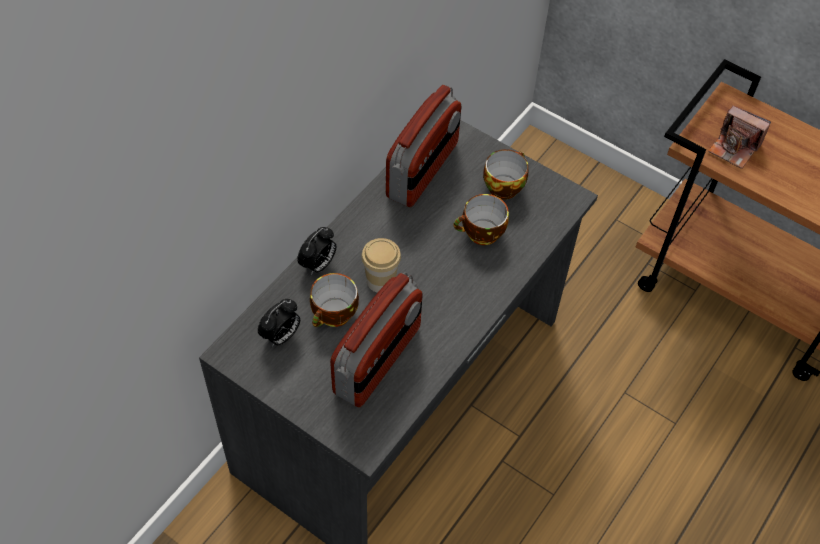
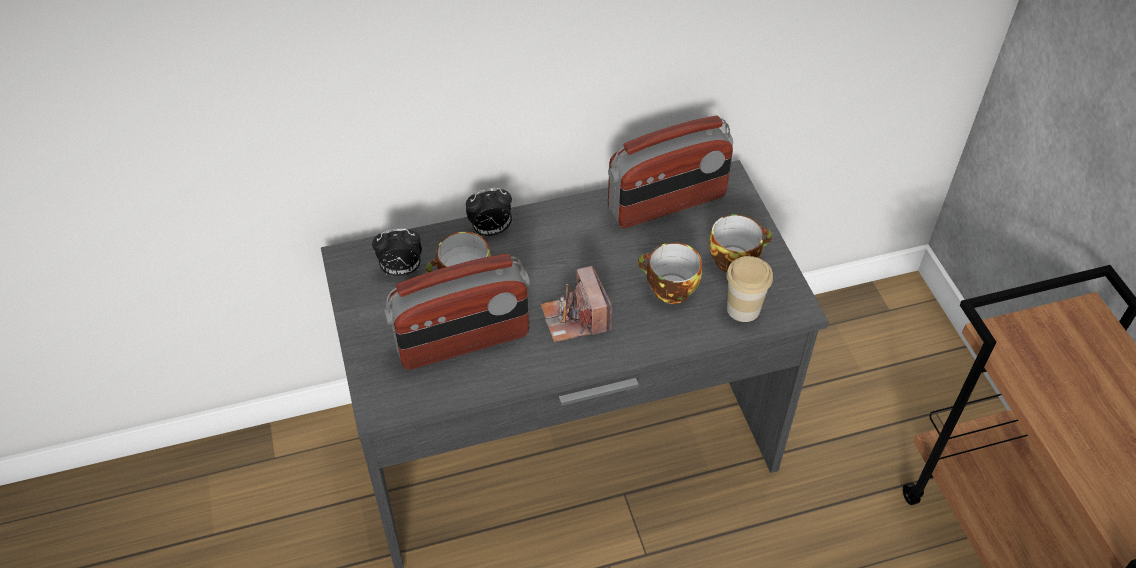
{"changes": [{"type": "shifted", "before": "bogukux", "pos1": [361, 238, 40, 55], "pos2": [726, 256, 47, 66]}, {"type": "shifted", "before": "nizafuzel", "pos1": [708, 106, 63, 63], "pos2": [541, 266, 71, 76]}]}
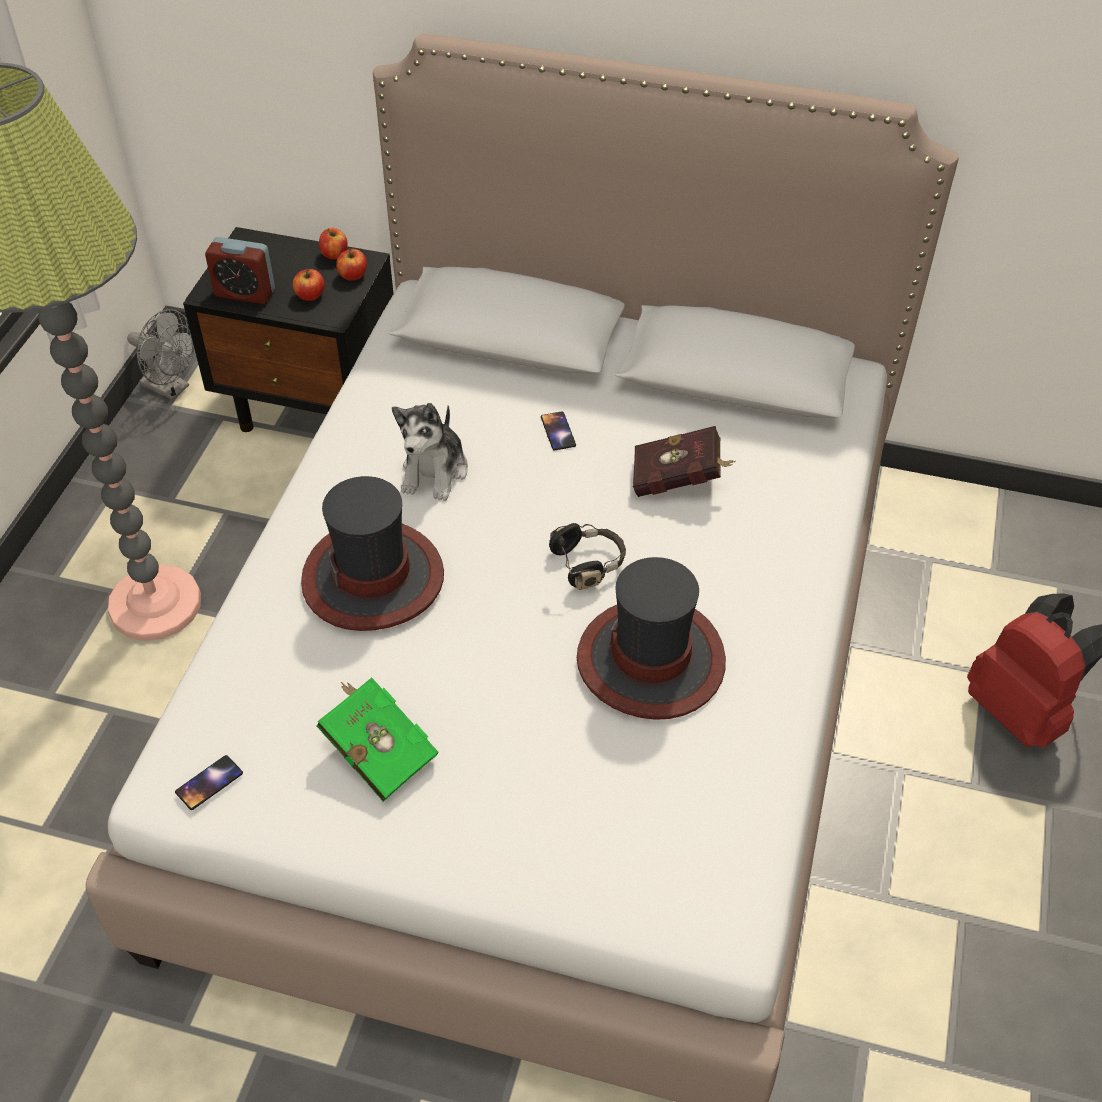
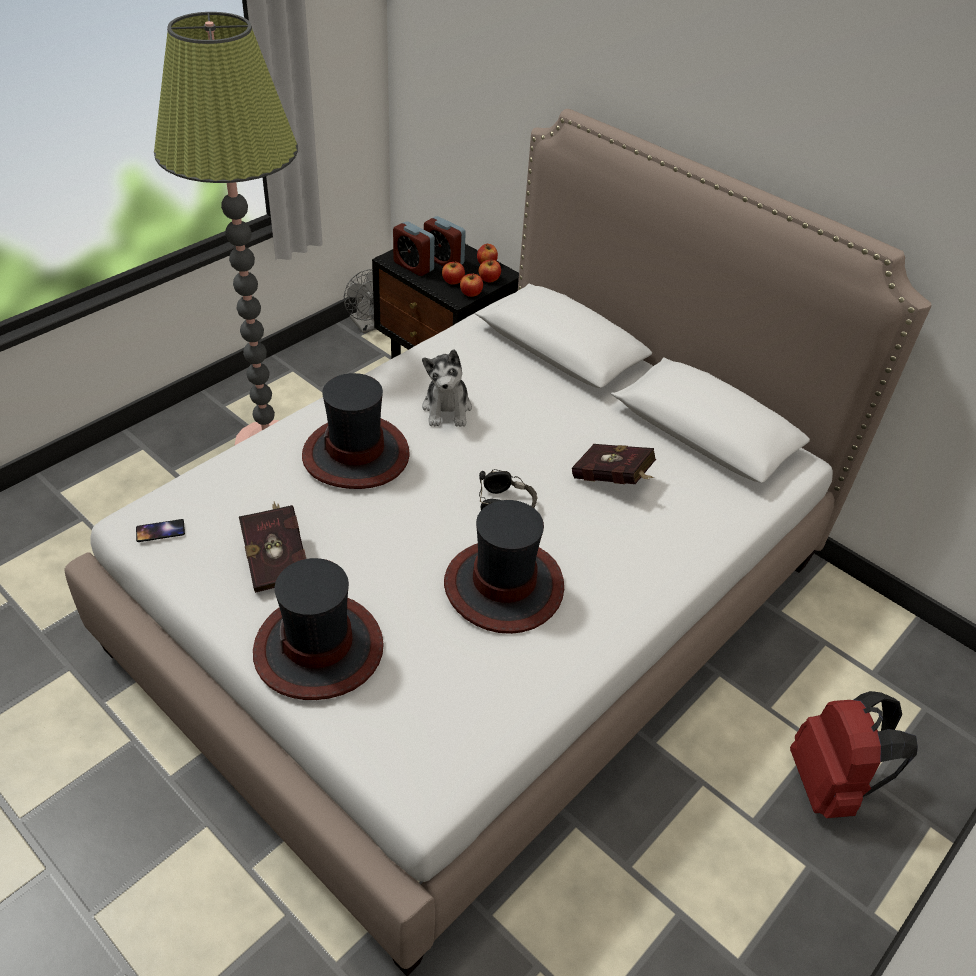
{"changes": [{"type": "repainted", "before": "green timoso", "after": "red timoso", "pos1": [317, 677, 122, 125], "pos2": [239, 501, 67, 92]}, {"type": "rotated", "before": "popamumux", "pos1": [392, 403, 76, 98], "pos2": [422, 349, 50, 78], "turn": -45}, {"type": "gone", "before": "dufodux", "pos1": [541, 411, 35, 40]}, {"type": "new", "after": "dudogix", "pos2": [253, 558, 131, 142]}, {"type": "new", "after": "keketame", "pos2": [424, 216, 42, 51]}, {"type": "new", "after": "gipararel", "pos2": [460, 273, 23, 24]}]}
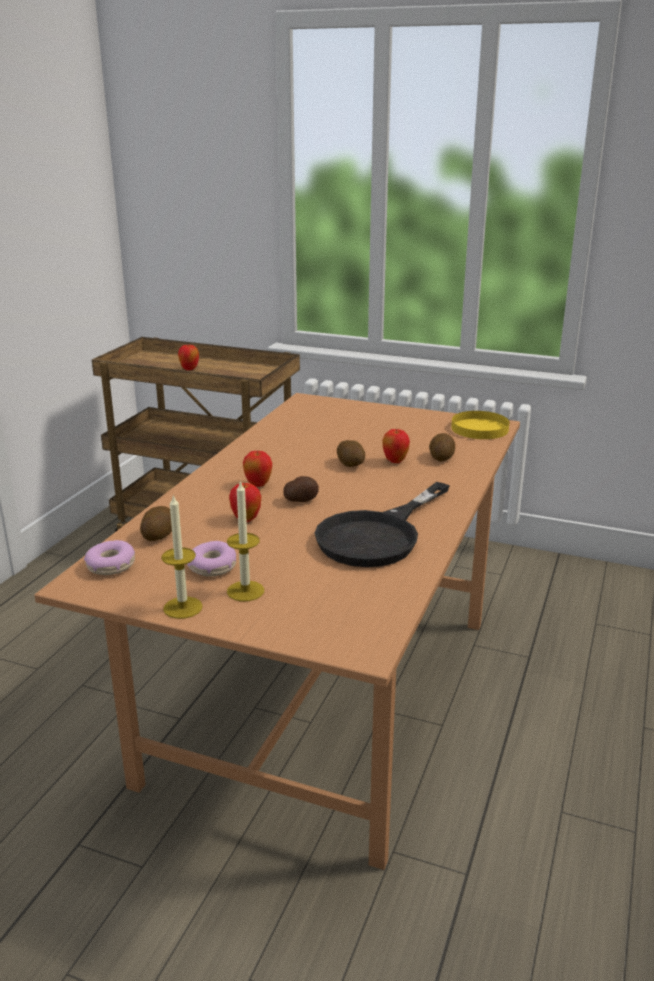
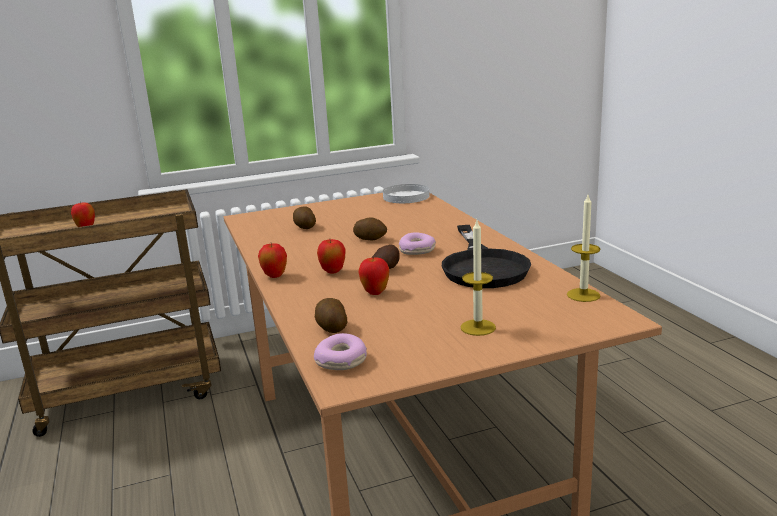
{"changes": [{"type": "shifted", "before": "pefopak", "pos1": [161, 494, 42, 125], "pos2": [567, 195, 33, 107]}, {"type": "shifted", "before": "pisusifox", "pos1": [187, 541, 49, 36], "pos2": [399, 232, 37, 23]}, {"type": "shifted", "before": "gipararel", "pos1": [382, 429, 28, 34], "pos2": [258, 243, 29, 35]}, {"type": "shifted", "before": "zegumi", "pos1": [429, 433, 26, 28], "pos2": [293, 206, 23, 23]}, {"type": "repainted", "before": "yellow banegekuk", "after": "white banegekuk", "pos1": [451, 411, 58, 28], "pos2": [383, 184, 46, 19]}]}
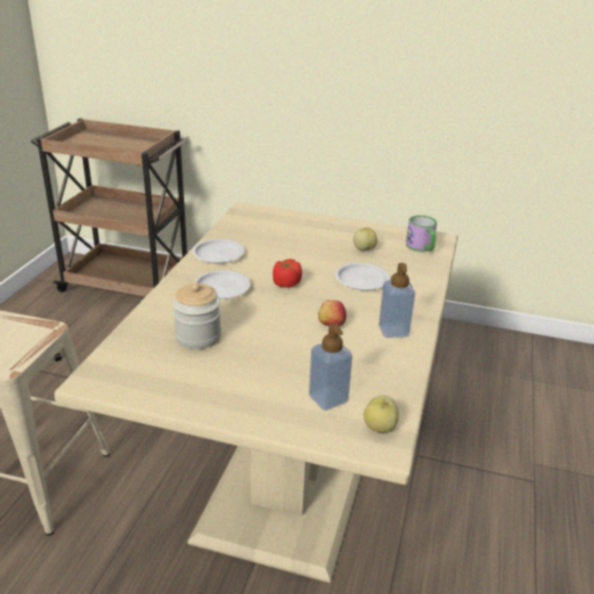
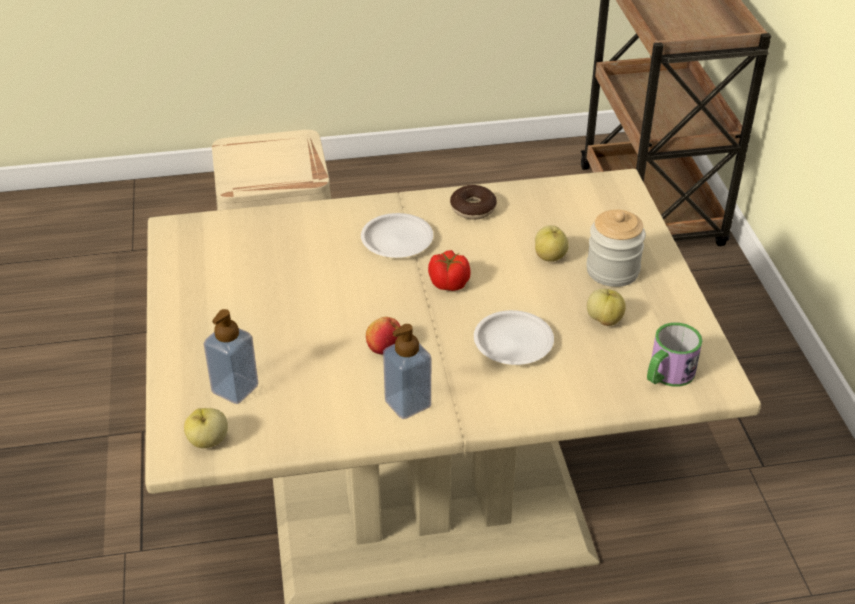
{"changes": [{"type": "shifted", "before": "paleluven", "pos1": [173, 282, 48, 67], "pos2": [586, 210, 60, 77]}, {"type": "swapped", "before": "white banegekuk", "after": "pisusifox", "pos1": [192, 239, 53, 25], "pos2": [450, 185, 47, 35]}, {"type": "new", "after": "gipararel", "pos2": [535, 225, 34, 37]}]}
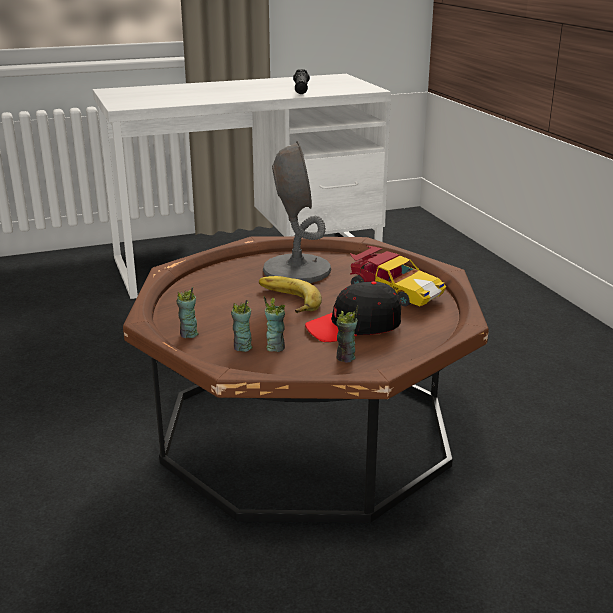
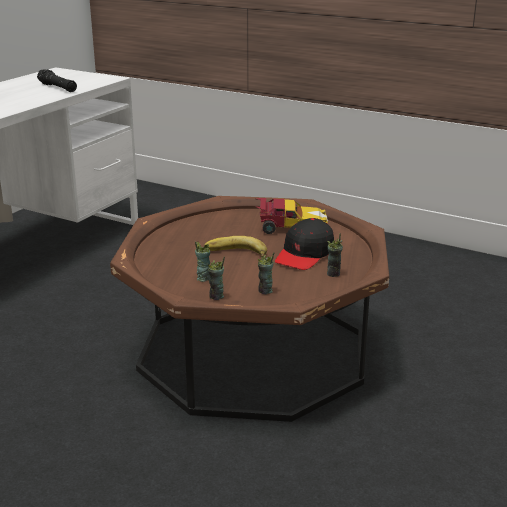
{"changes": [{"type": "gone", "before": "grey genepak", "pos1": [263, 141, 68, 142]}, {"type": "shifted", "before": "bogukux", "pos1": [263, 296, 22, 56], "pos2": [195, 242, 15, 40]}]}
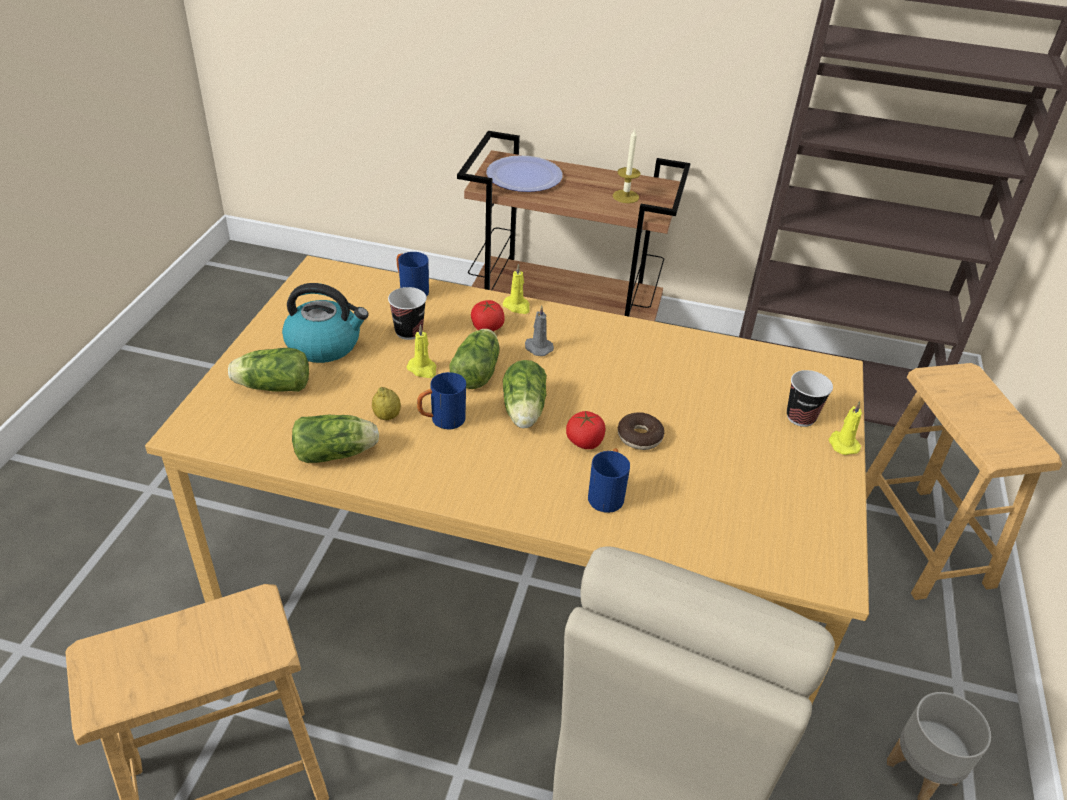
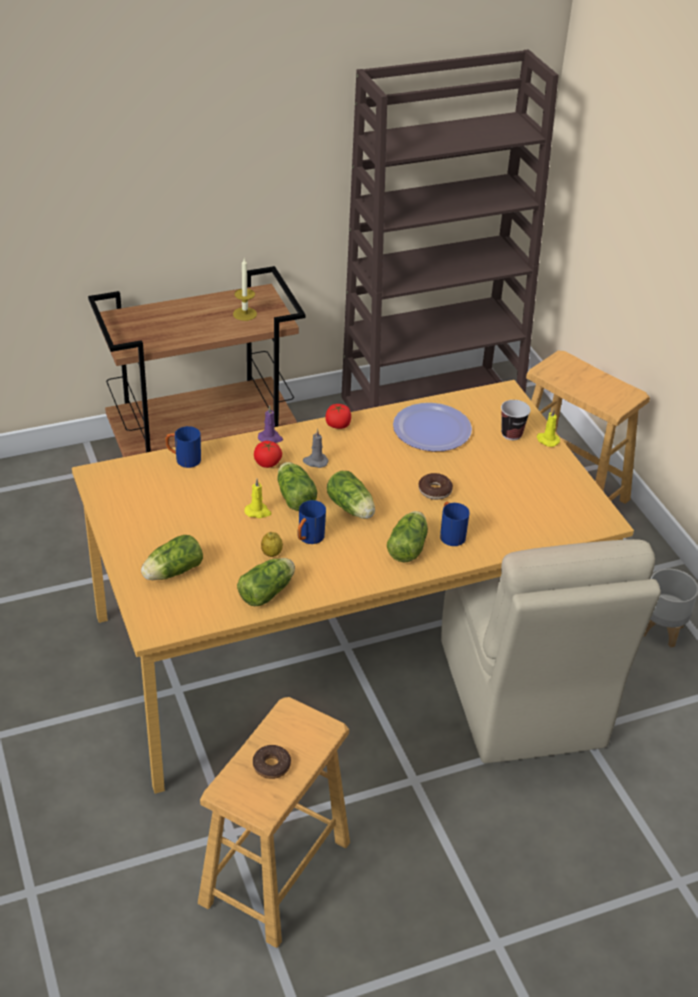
{"changes": [{"type": "gone", "before": "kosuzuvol", "pos1": [282, 283, 87, 80]}, {"type": "gone", "before": "bogukux", "pos1": [388, 287, 39, 53]}, {"type": "shifted", "before": "banegekuk", "pos1": [486, 155, 77, 37], "pos2": [393, 403, 79, 48]}, {"type": "repainted", "before": "yellow pefopak", "after": "purple pefopak", "pos1": [503, 264, 27, 50], "pos2": [258, 405, 25, 38]}, {"type": "shifted", "before": "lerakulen", "pos1": [566, 411, 39, 38], "pos2": [325, 404, 26, 25]}, {"type": "new", "after": "pisusifox", "pos2": [253, 745, 38, 34]}, {"type": "new", "after": "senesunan", "pos2": [387, 511, 41, 52]}]}
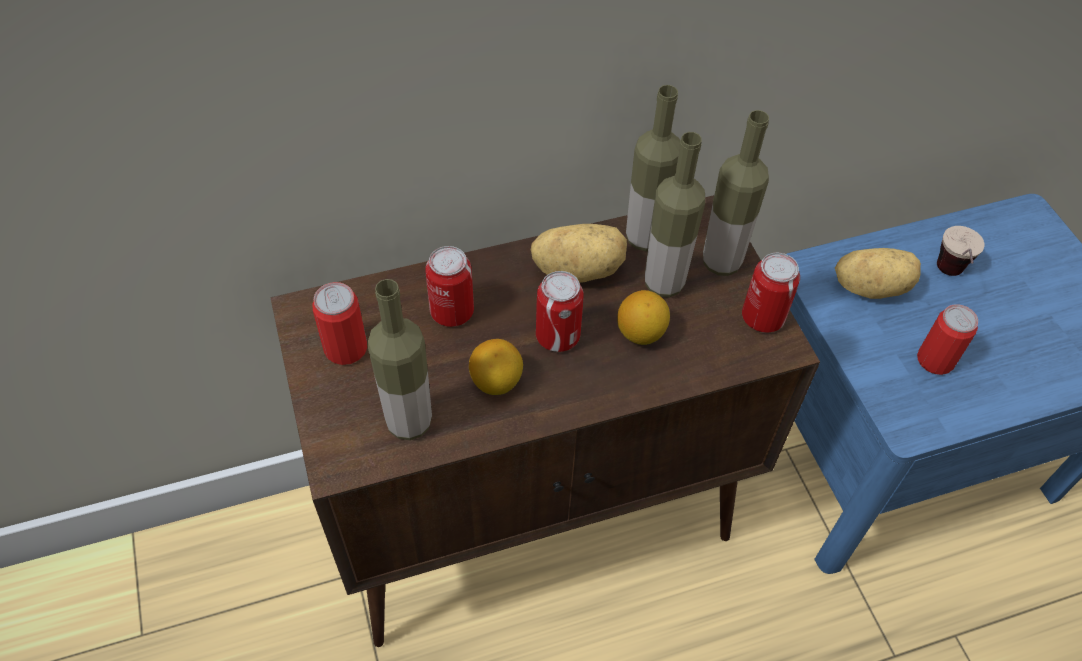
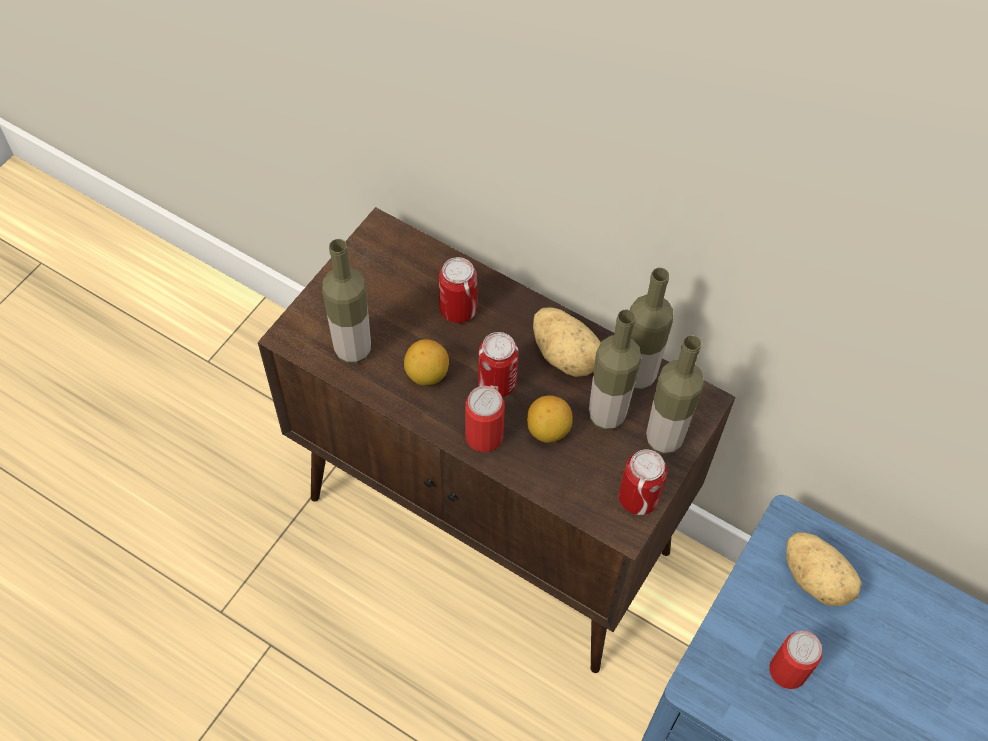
{"changes": [{"type": "shifted", "before": "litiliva", "pos1": [312, 282, 55, 83], "pos2": [465, 386, 40, 66]}, {"type": "gone", "before": "bogukux", "pos1": [937, 226, 48, 50]}]}
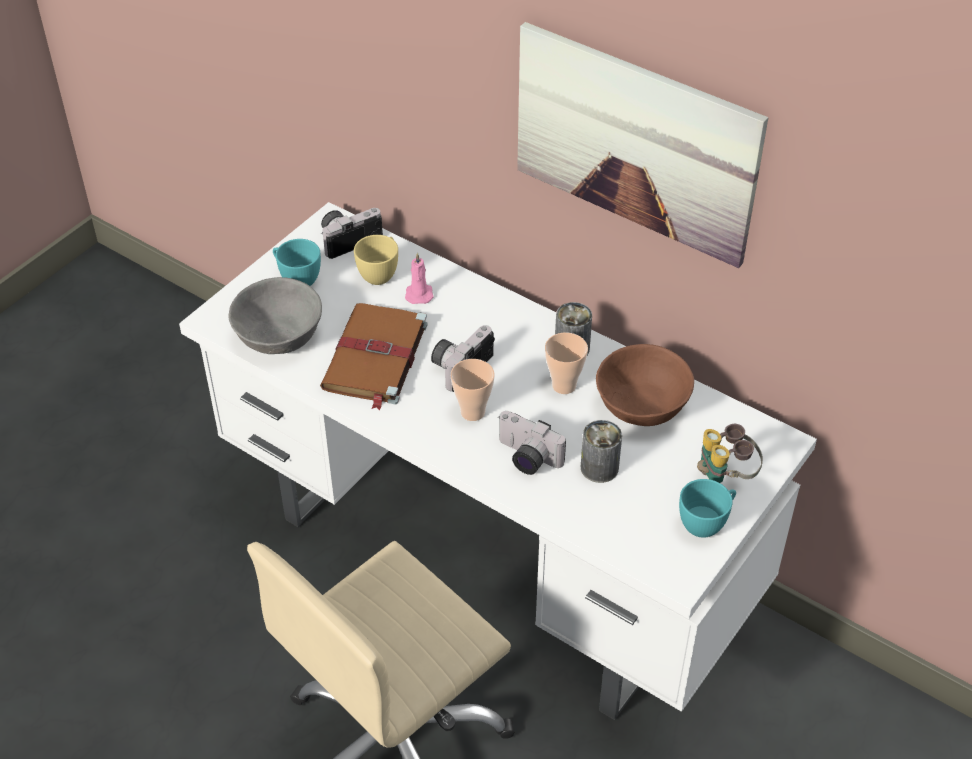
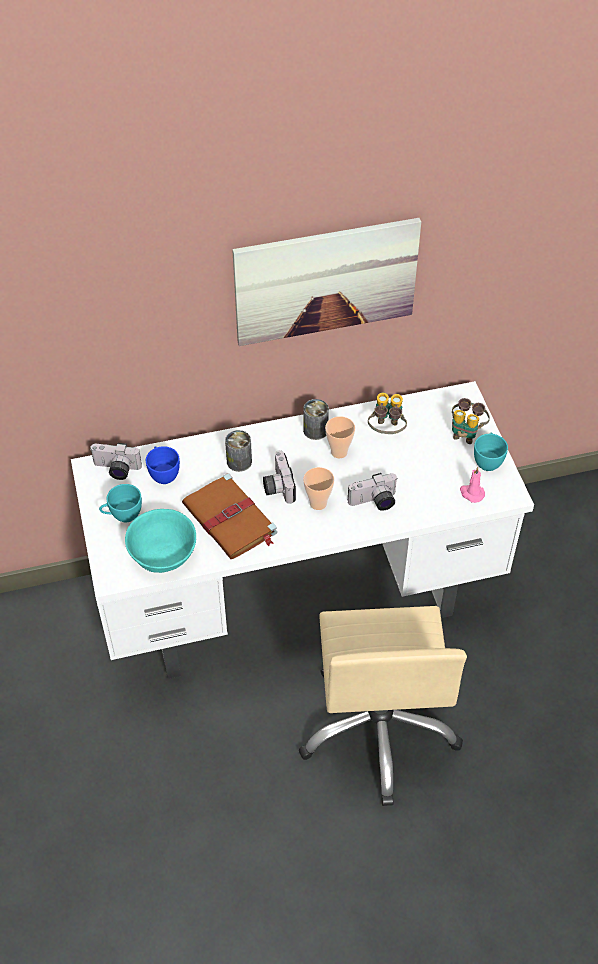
{"changes": [{"type": "repainted", "before": "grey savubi", "after": "turquoise savubi", "pos1": [228, 277, 94, 77], "pos2": [125, 509, 71, 64]}, {"type": "rotated", "before": "nizafuzel", "pos1": [321, 208, 62, 51], "pos2": [91, 443, 51, 37], "turn": -90}, {"type": "repainted", "before": "yellow bogukux", "after": "blue bogukux", "pos1": [354, 235, 44, 50], "pos2": [146, 446, 34, 38]}, {"type": "shifted", "before": "pink pefopak", "pos1": [405, 252, 29, 52], "pos2": [460, 467, 25, 36]}, {"type": "shifted", "before": "litiliva", "pos1": [581, 420, 41, 63], "pos2": [225, 430, 27, 42]}, {"type": "swapped", "before": "brown savubi", "after": "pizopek", "pos1": [596, 344, 98, 82], "pos2": [368, 393, 39, 41]}]}
